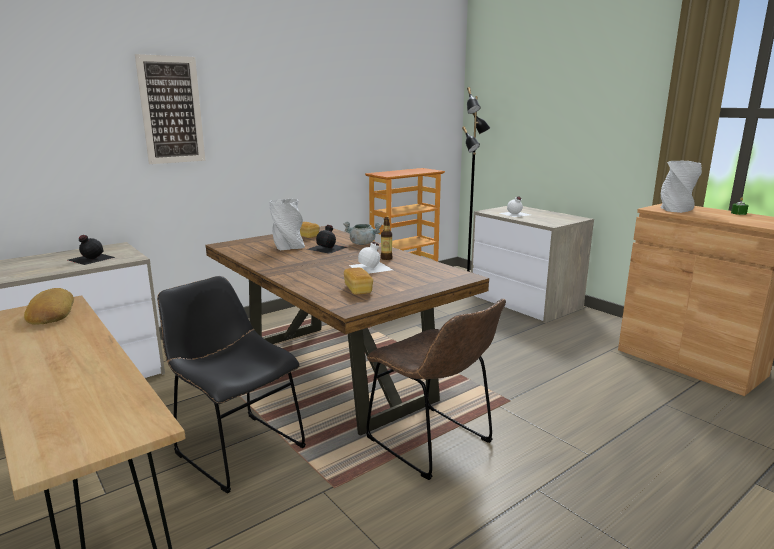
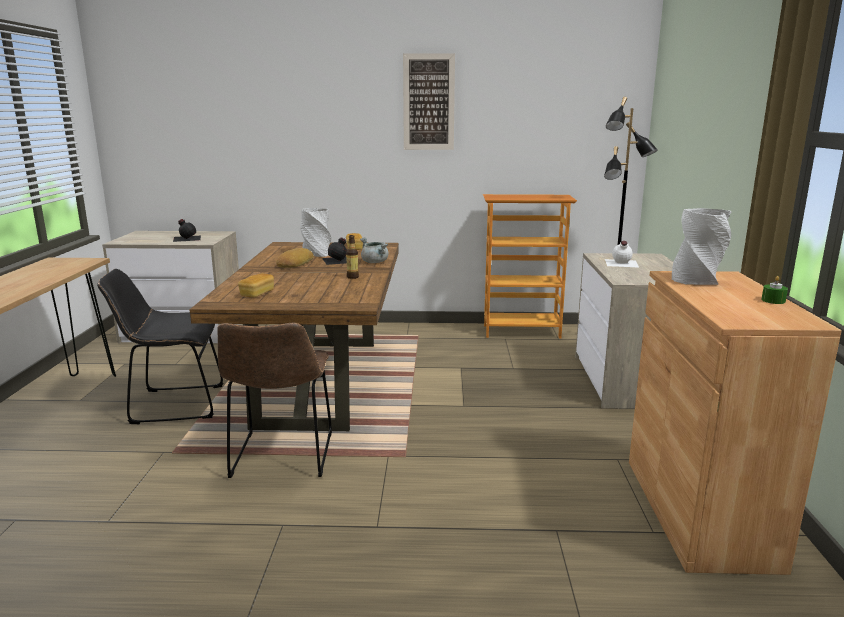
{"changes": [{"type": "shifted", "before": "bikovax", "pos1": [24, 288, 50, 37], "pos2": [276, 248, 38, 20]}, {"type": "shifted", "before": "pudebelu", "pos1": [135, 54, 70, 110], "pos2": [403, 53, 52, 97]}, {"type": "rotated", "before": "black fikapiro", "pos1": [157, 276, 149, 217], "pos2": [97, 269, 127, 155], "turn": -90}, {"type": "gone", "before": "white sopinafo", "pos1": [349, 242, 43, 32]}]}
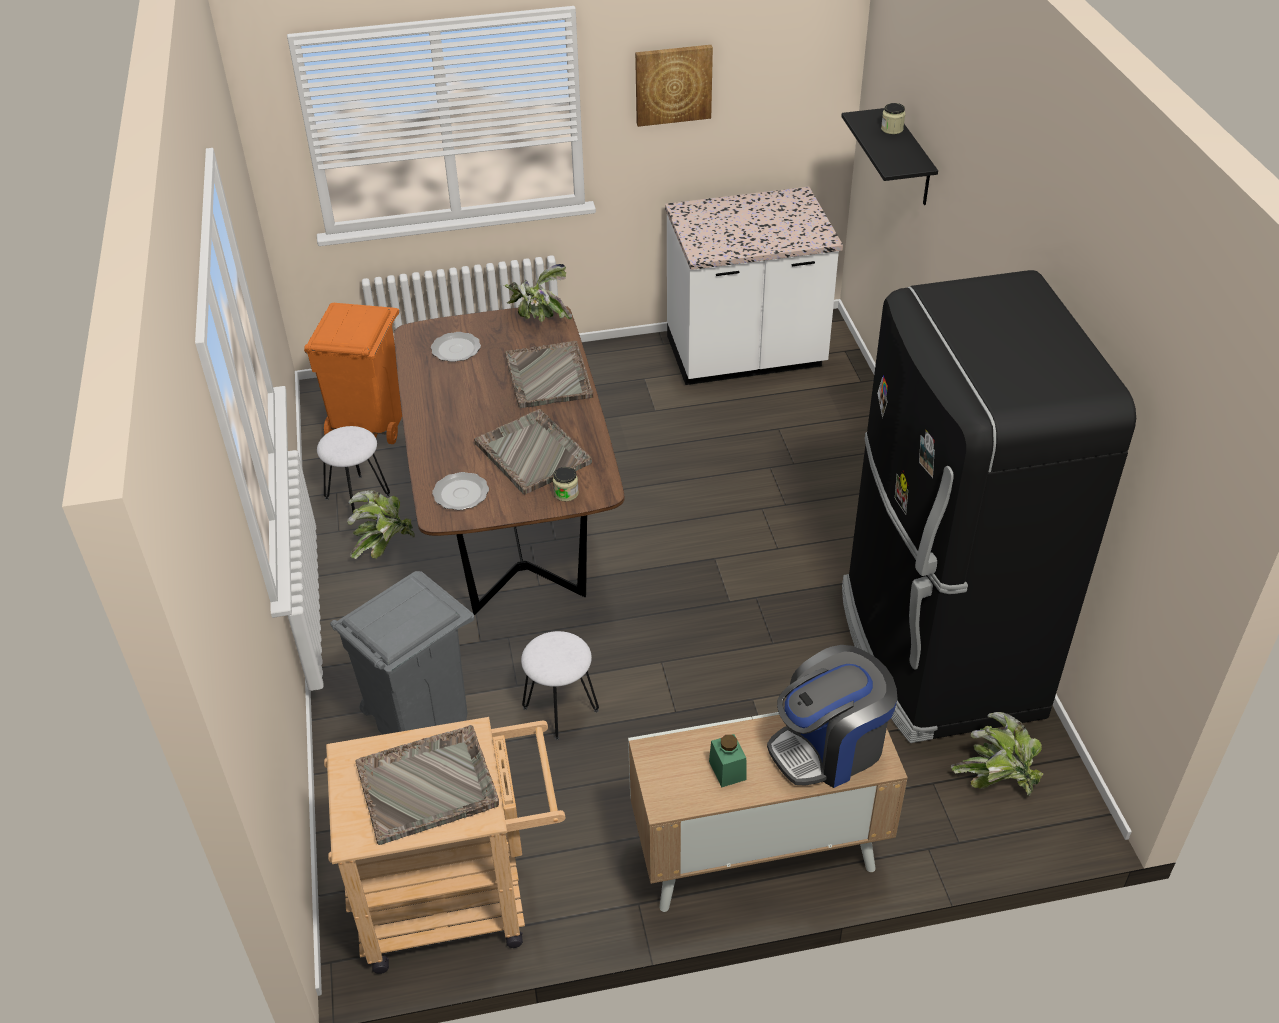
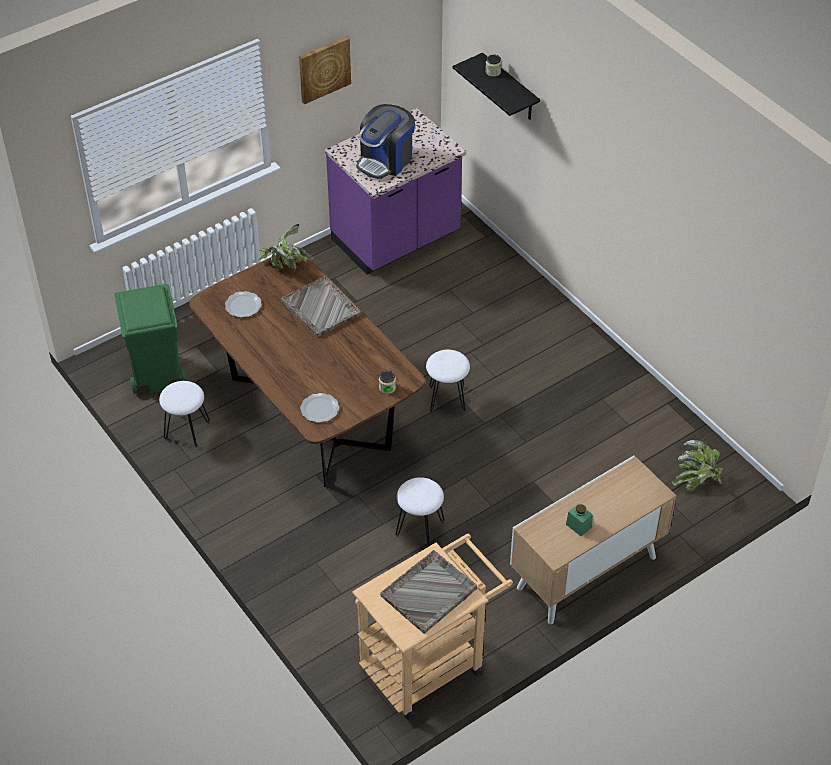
{"changes": [{"type": "repainted", "before": "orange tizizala", "after": "green tizizala", "pos1": [304, 303, 98, 141], "pos2": [114, 284, 73, 110]}, {"type": "gone", "before": "grey tizizala", "pos1": [330, 571, 145, 163]}, {"type": "gone", "before": "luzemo", "pos1": [347, 490, 68, 69]}, {"type": "gone", "before": "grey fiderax", "pos1": [474, 409, 118, 85]}, {"type": "repainted", "before": "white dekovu", "after": "purple dekovu", "pos1": [665, 187, 178, 198], "pos2": [325, 108, 141, 166]}, {"type": "shifted", "before": "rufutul", "pos1": [767, 645, 131, 143], "pos2": [356, 104, 59, 75]}, {"type": "gone", "before": "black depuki", "pos1": [842, 270, 294, 473]}, {"type": "new", "after": "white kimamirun", "pos2": [426, 350, 44, 63]}]}
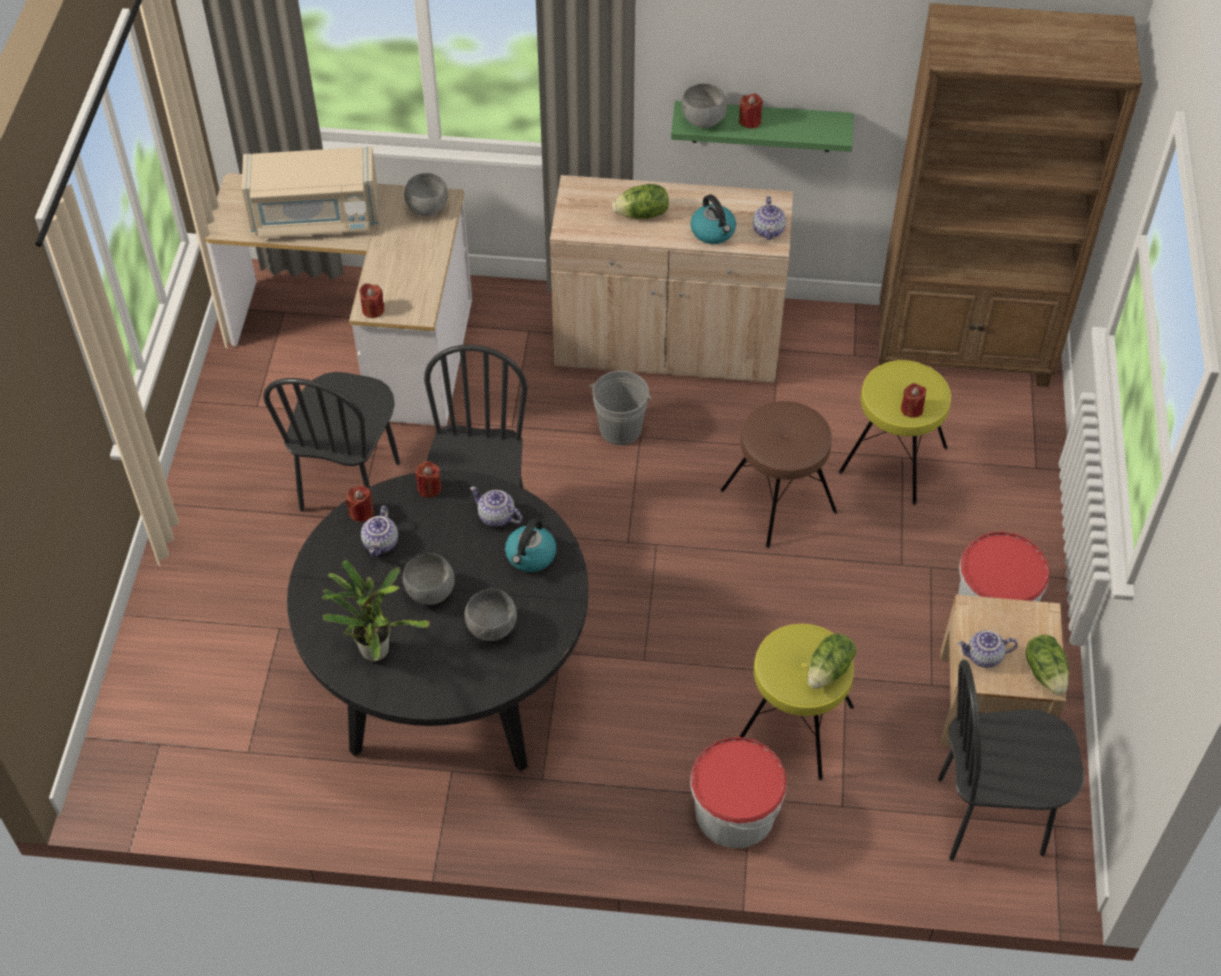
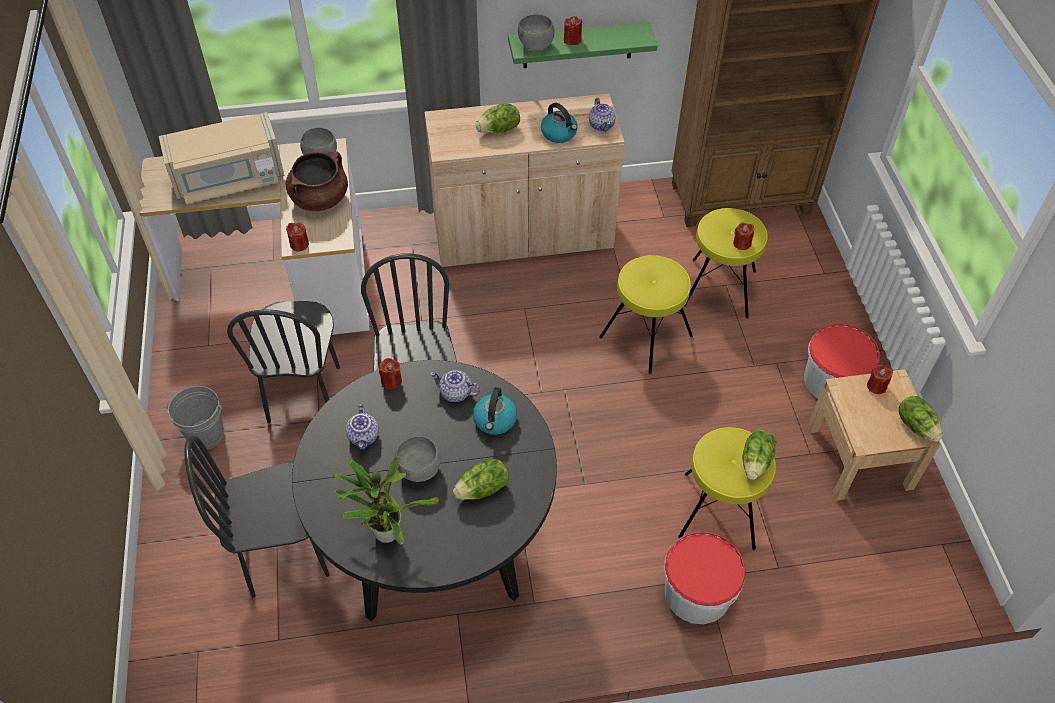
{"changes": [{"type": "shifted", "before": "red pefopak", "pos1": [346, 485, 28, 37], "pos2": [867, 365, 26, 29]}, {"type": "swapped", "before": "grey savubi", "after": "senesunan", "pos1": [464, 589, 53, 52], "pos2": [453, 459, 56, 41]}, {"type": "shifted", "before": "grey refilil", "pos1": [589, 371, 63, 74], "pos2": [164, 386, 60, 64]}, {"type": "repainted", "before": "brown kimamirun", "after": "yellow kimamirun", "pos1": [720, 401, 117, 147], "pos2": [599, 255, 94, 119]}, {"type": "shifted", "before": "black fikapiro", "pos1": [938, 660, 146, 201], "pos2": [184, 435, 146, 163]}, {"type": "gone", "before": "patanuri", "pos1": [958, 630, 60, 38]}, {"type": "new", "after": "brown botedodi", "pos2": [286, 151, 62, 60]}]}
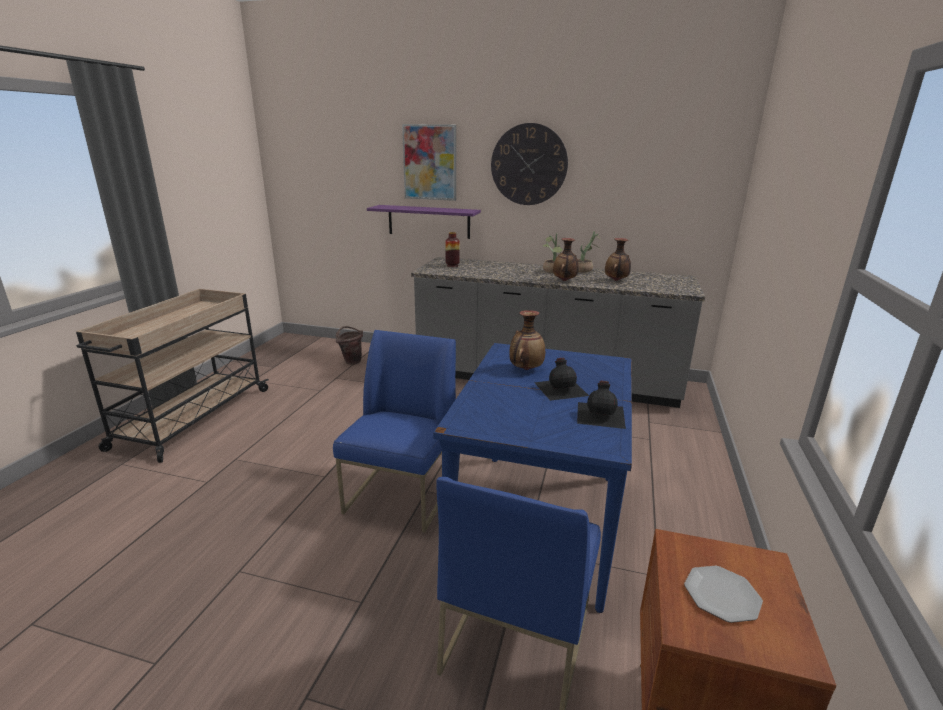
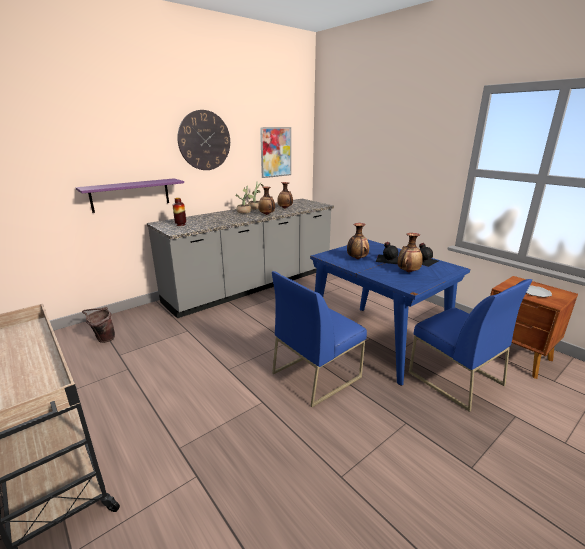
{"changes": [{"type": "rotated", "before": "blue fikapiro", "pos1": [333, 330, 123, 203], "pos2": [272, 271, 95, 136], "turn": -90}, {"type": "shifted", "before": "pudebelu", "pos1": [402, 124, 54, 77], "pos2": [260, 127, 31, 51]}, {"type": "new", "after": "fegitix", "pos2": [398, 233, 25, 39]}]}
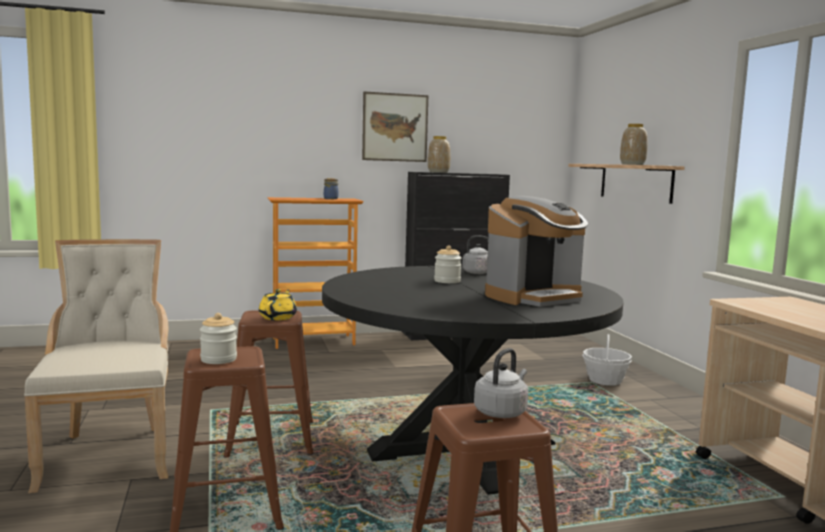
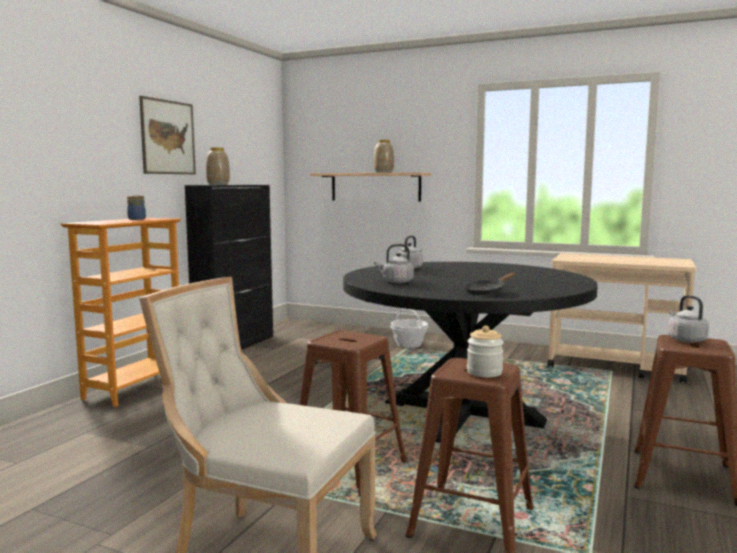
{"changes": [{"type": "gone", "before": "yellow patanuri", "pos1": [259, 289, 38, 31]}, {"type": "gone", "before": "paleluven", "pos1": [434, 245, 28, 38]}, {"type": "gone", "before": "rufutul", "pos1": [485, 196, 103, 111]}, {"type": "new", "after": "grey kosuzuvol", "pos2": [374, 244, 40, 39]}, {"type": "new", "after": "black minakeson", "pos2": [464, 272, 52, 23]}]}
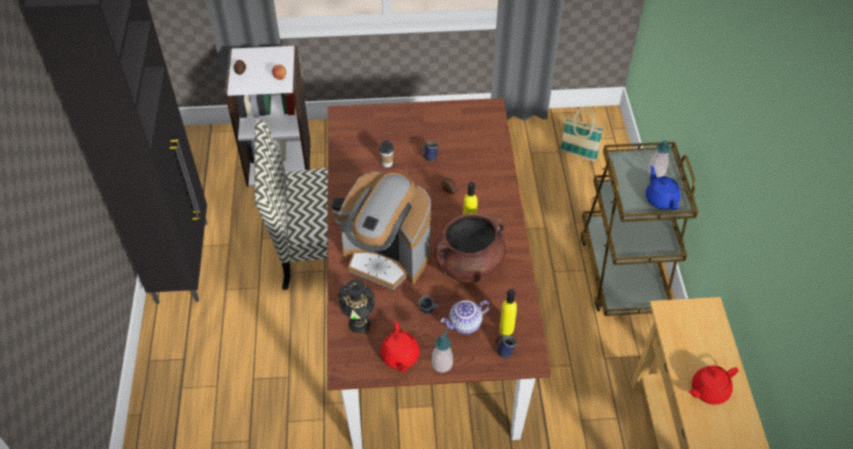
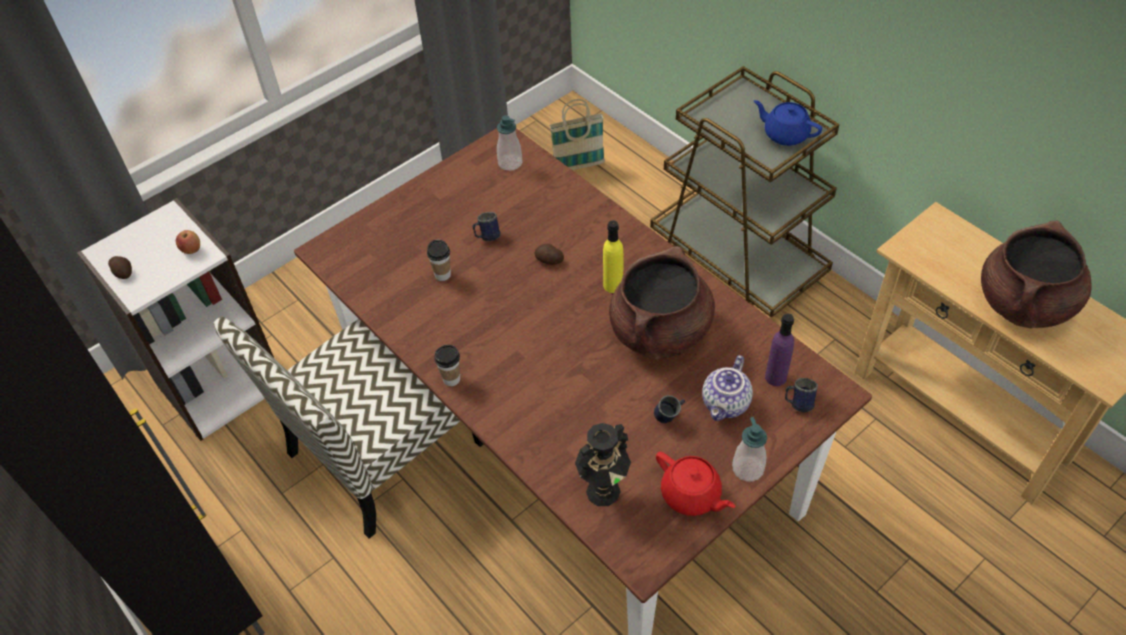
{"changes": [{"type": "gone", "before": "rufutul", "pos1": [338, 172, 93, 118]}, {"type": "repainted", "before": "yellow sopinafo", "after": "purple sopinafo", "pos1": [499, 289, 18, 46], "pos2": [765, 314, 29, 72]}, {"type": "shifted", "before": "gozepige", "pos1": [648, 141, 22, 36], "pos2": [497, 115, 26, 56]}, {"type": "swapped", "before": "red patanuri", "after": "brown botedodi", "pos1": [688, 365, 51, 40], "pos2": [981, 220, 111, 109]}]}
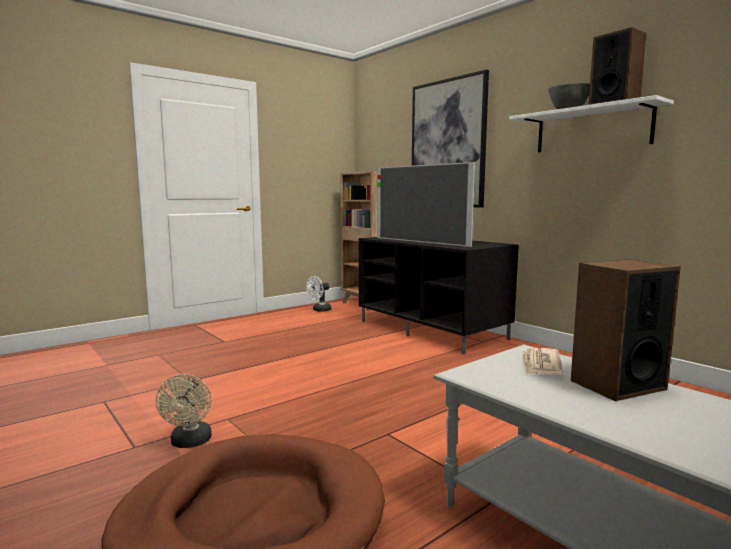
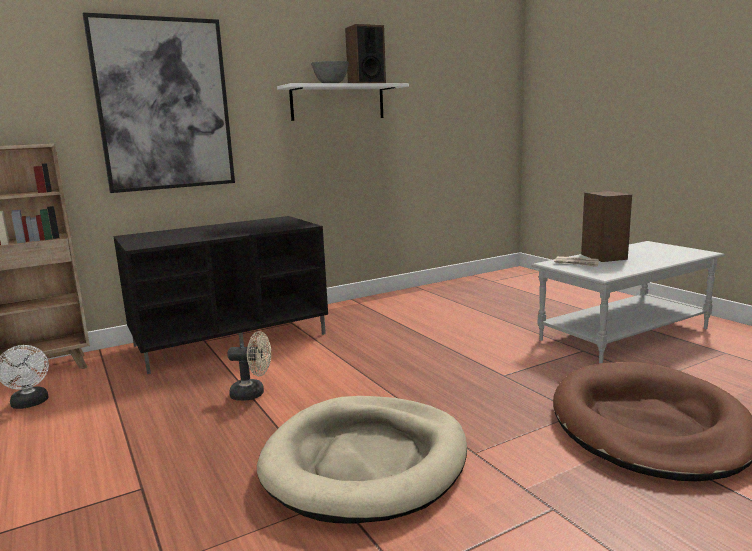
{"changes": [{"type": "shifted", "before": "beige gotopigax", "pos1": [156, 374, 56, 74], "pos2": [227, 331, 44, 70]}, {"type": "gone", "before": "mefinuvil", "pos1": [377, 162, 98, 85]}, {"type": "new", "after": "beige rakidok", "pos2": [257, 396, 210, 128]}]}
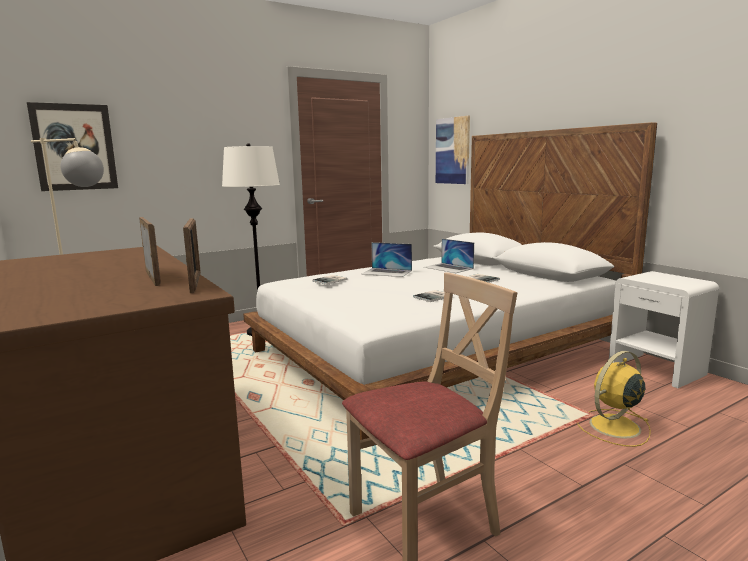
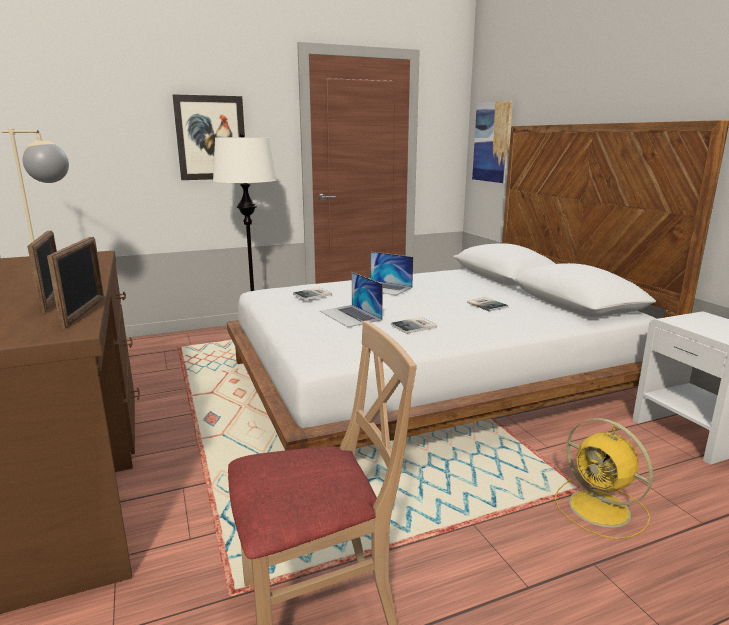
{"changes": [{"type": "shifted", "before": "pudebelu", "pos1": [27, 102, 91, 89], "pos2": [173, 94, 72, 86]}, {"type": "shifted", "before": "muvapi", "pos1": [424, 239, 50, 34], "pos2": [320, 272, 63, 55]}, {"type": "rotated", "before": "yellow gotopigax", "pos1": [578, 351, 73, 96], "pos2": [555, 418, 98, 121], "turn": -105}]}
